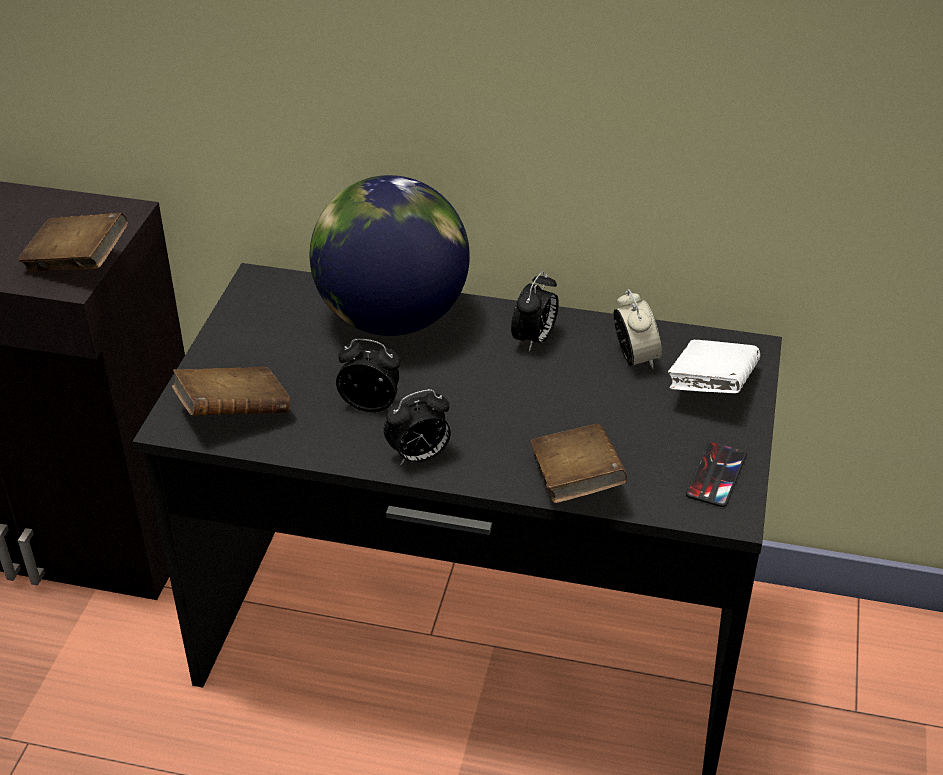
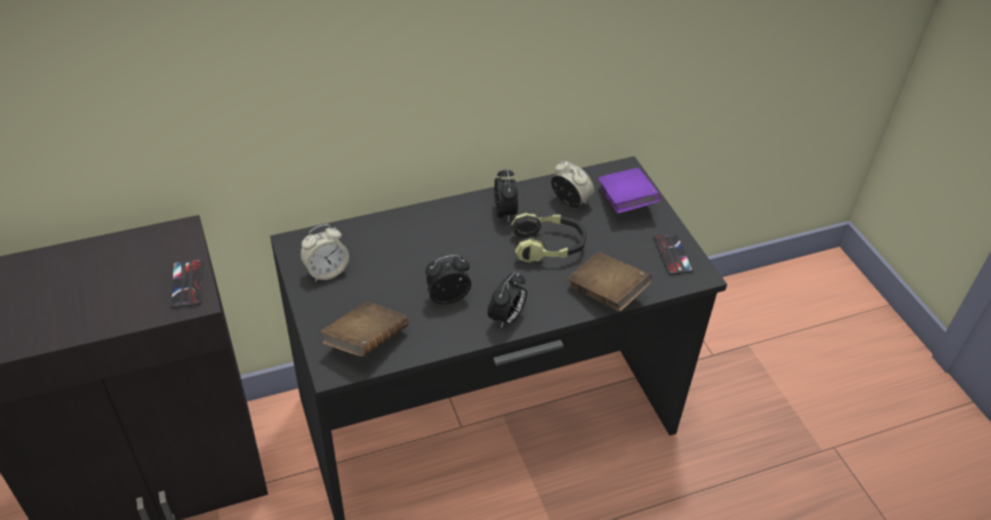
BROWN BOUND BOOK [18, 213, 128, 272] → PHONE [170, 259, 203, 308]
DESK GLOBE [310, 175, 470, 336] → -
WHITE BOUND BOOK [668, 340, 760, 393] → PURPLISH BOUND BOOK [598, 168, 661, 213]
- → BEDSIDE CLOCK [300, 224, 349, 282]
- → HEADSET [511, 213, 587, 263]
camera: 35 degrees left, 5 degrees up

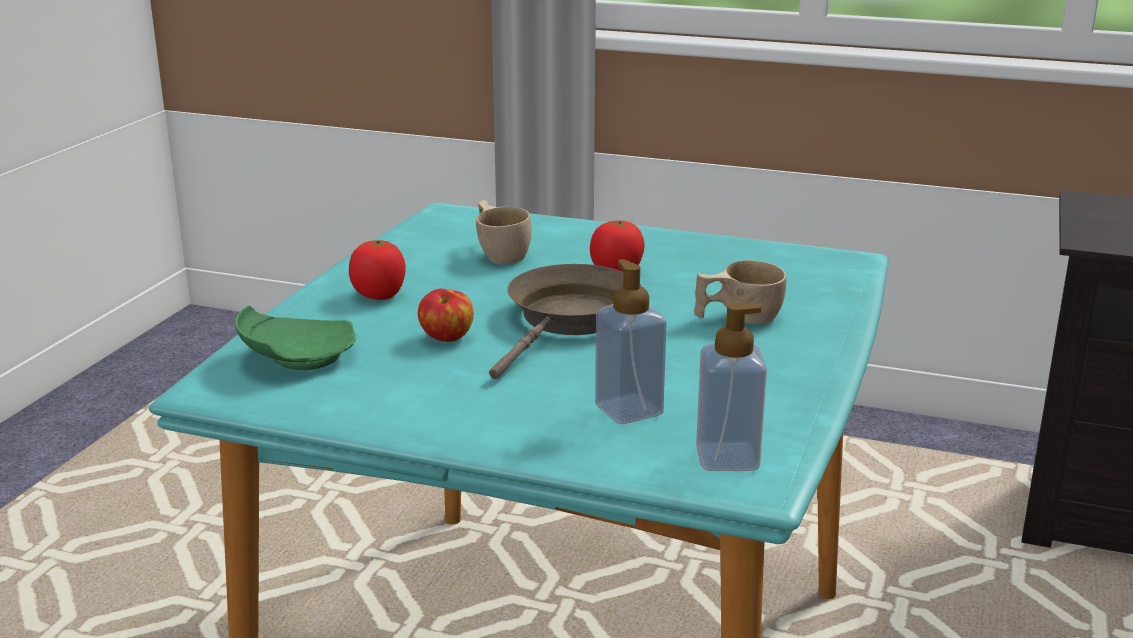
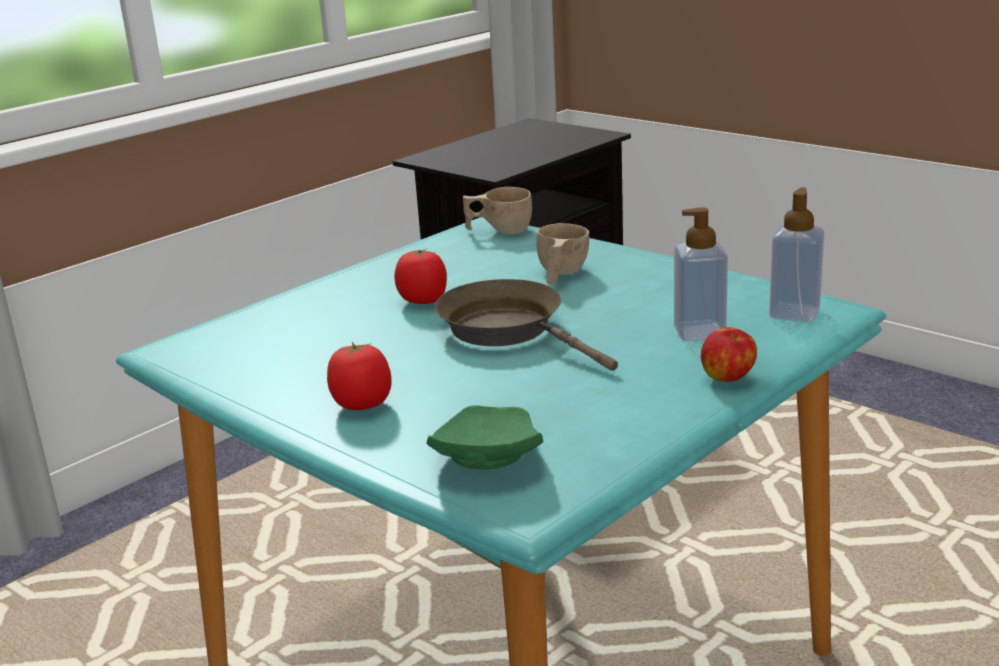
APPLE [418, 289, 474, 342] → APPLE [701, 327, 757, 382], shifted
BEIGE-COLOURED SMALL CUP [476, 200, 532, 265] → BEIGE-COLOURED SMALL CUP [463, 187, 532, 234], shifted
camera: 65 degrees left, 0 degrees up

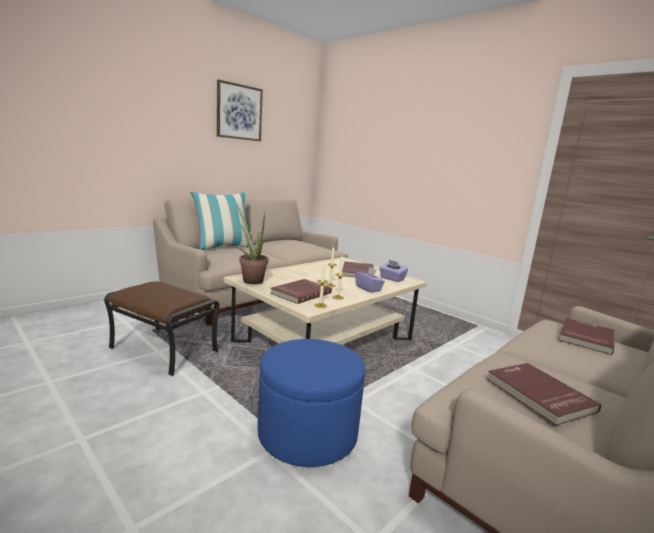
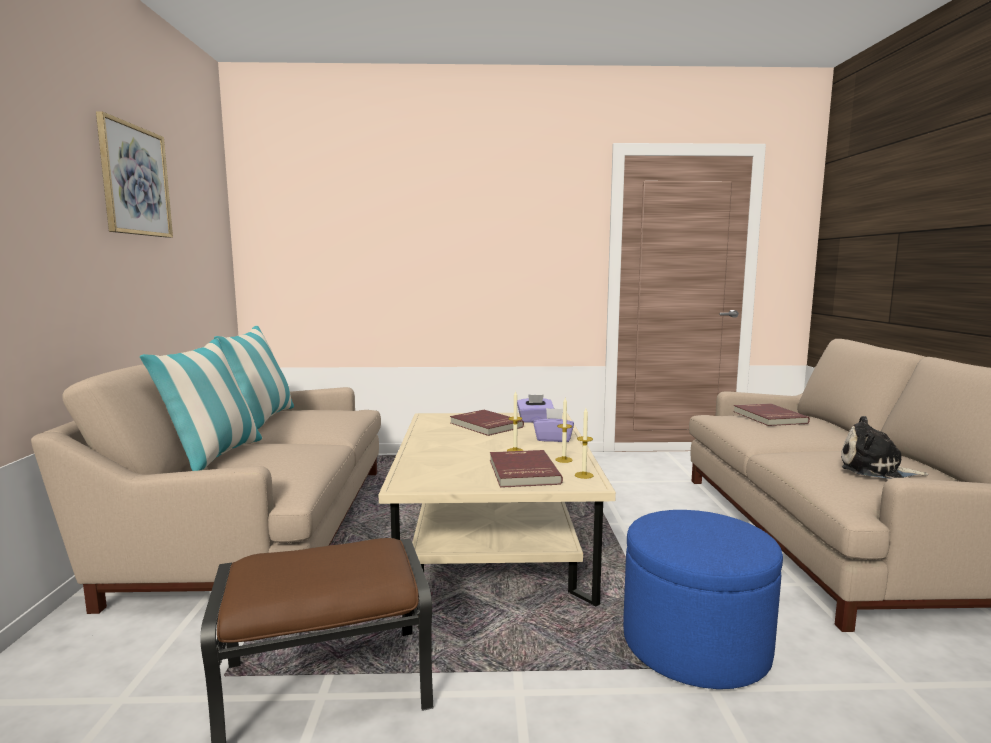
POTTED PLANT [236, 204, 268, 284] → -
REDDISH BOUND BOOK [487, 363, 601, 426] → SOFT TOY [841, 416, 928, 479]
- → THROW PILLOW [214, 326, 294, 429]
camera: 45 degrees left, 5 degrees down

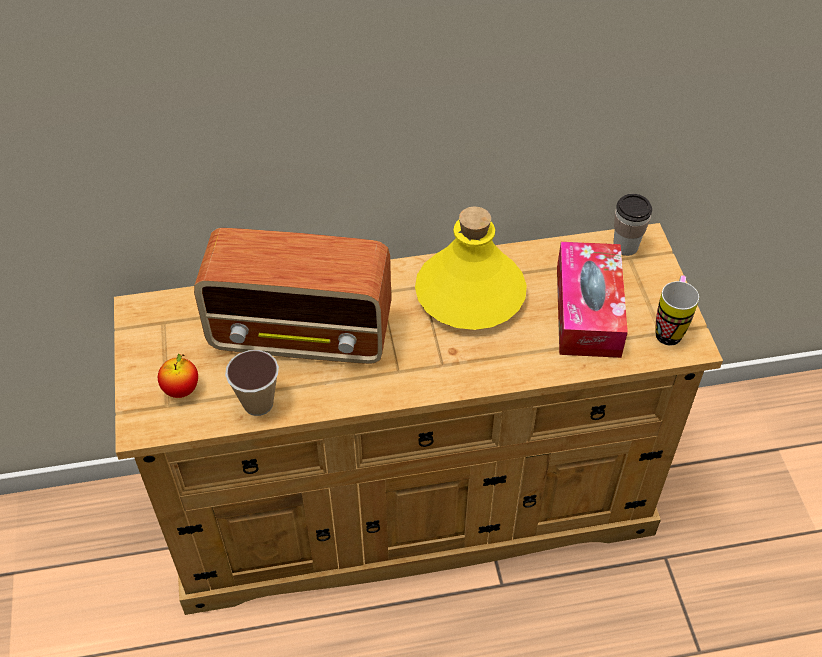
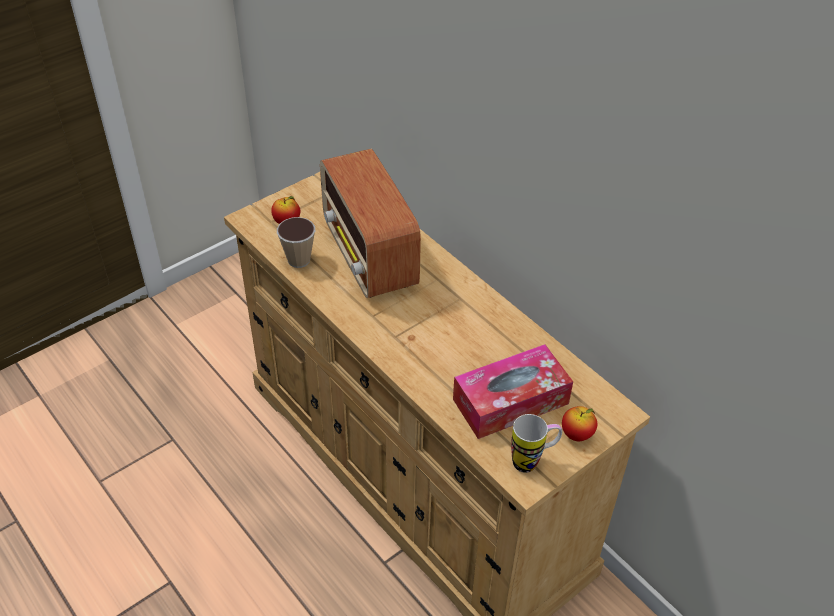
YELLOW BOTTLE [415, 207, 527, 330] → -
SMALL CUP [613, 194, 652, 256] → -
- → APPLE [562, 406, 597, 441]
camera: 60 degrees right, 5 degrees down

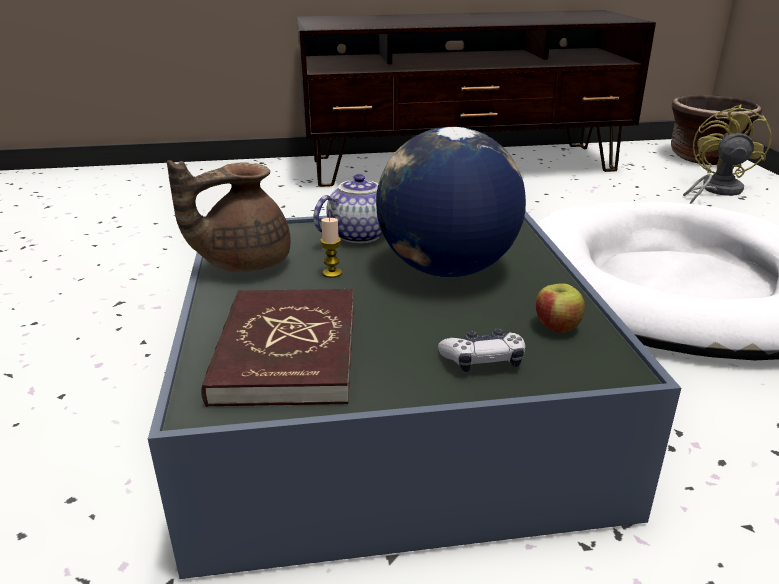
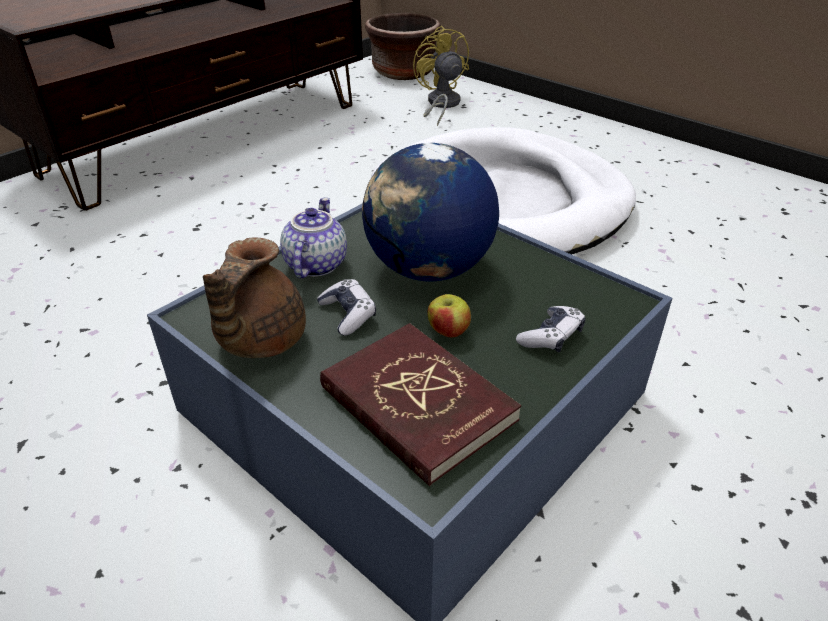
WAX CANDLE [320, 218, 342, 278] → JOYPAD [317, 279, 376, 336]
APPLE [535, 283, 585, 333] → APPLE [427, 294, 471, 338], shifted
camera: 40 degrees left, 10 degrees up

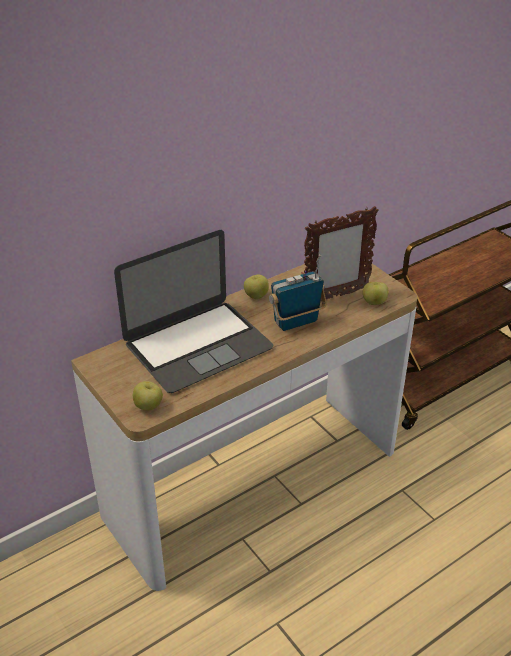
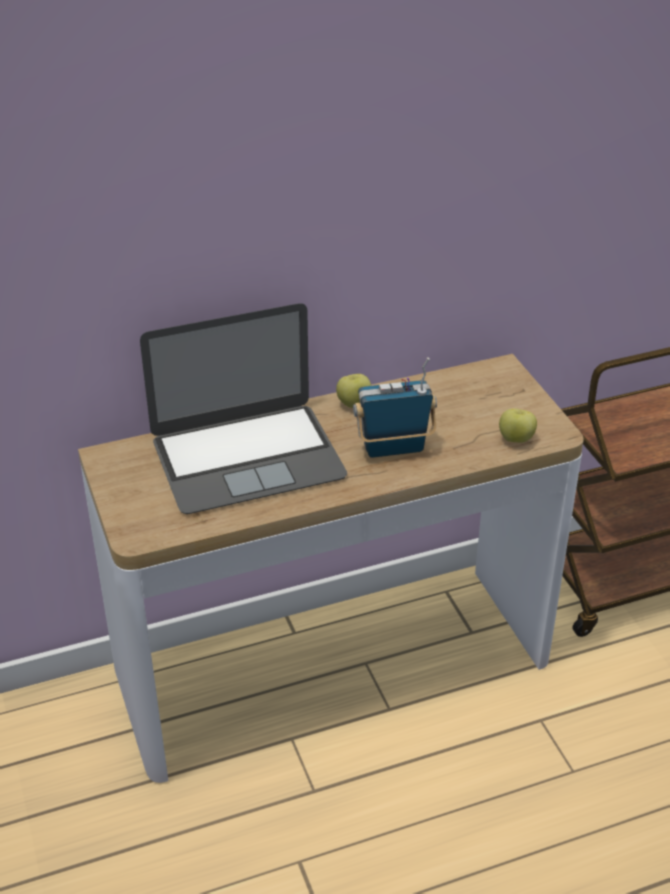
APPLE [133, 381, 163, 410] → -
PICTURE FRAME [304, 206, 379, 301] → -
camera: 15 degrees right, 0 degrees up

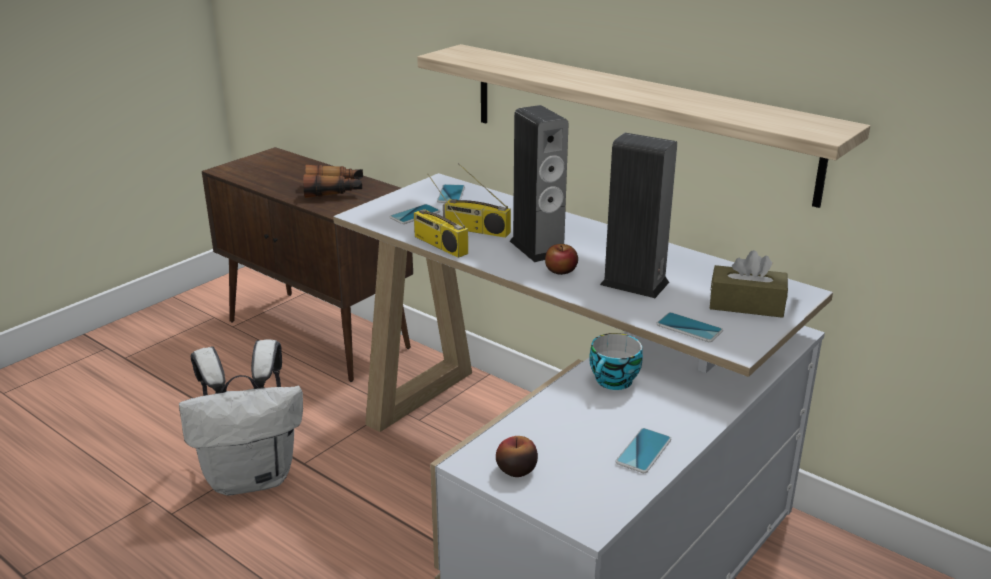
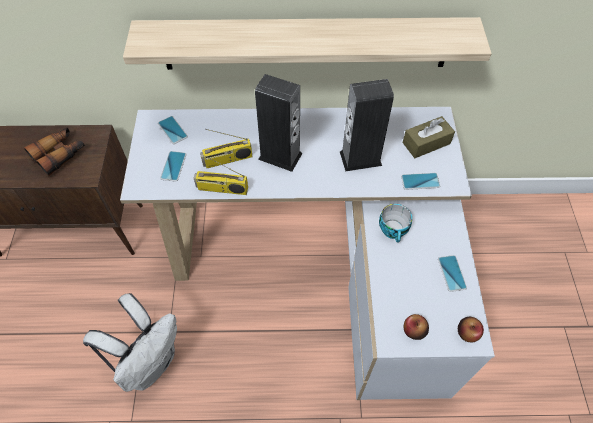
APPLE [545, 244, 578, 275] → APPLE [458, 317, 484, 342], shifted
camera: 40 degrees left, 30 degrees up

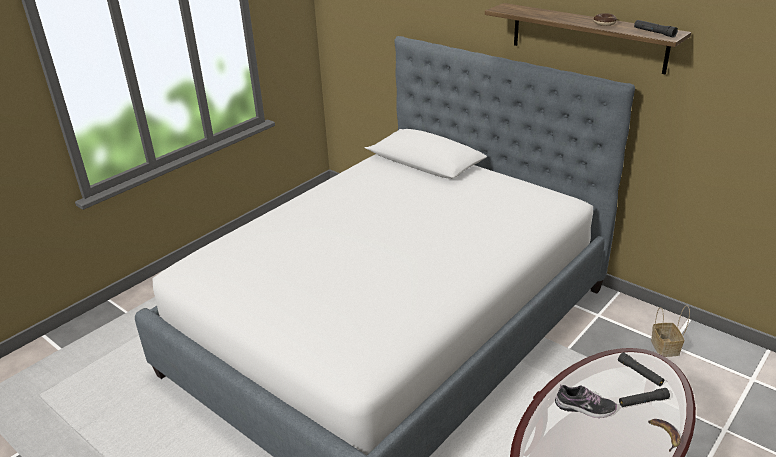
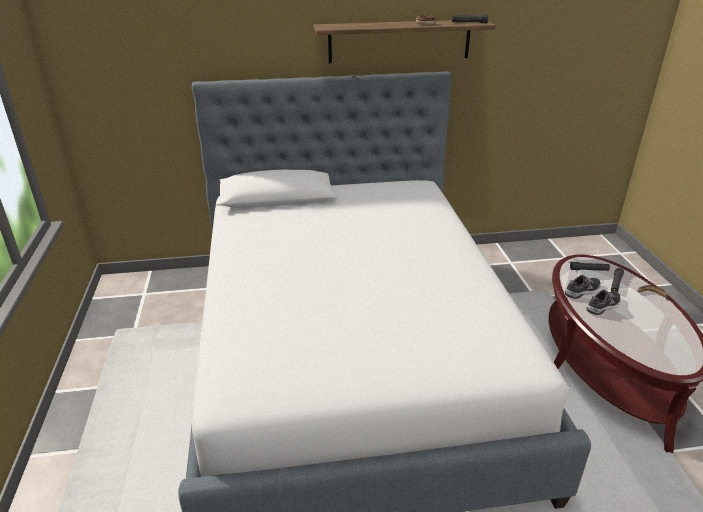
HOUSEHOLD BASKET [651, 305, 690, 357] → -
- → LOW SHOE [565, 275, 600, 299]
camera: 50 degrees left, 0 degrees up

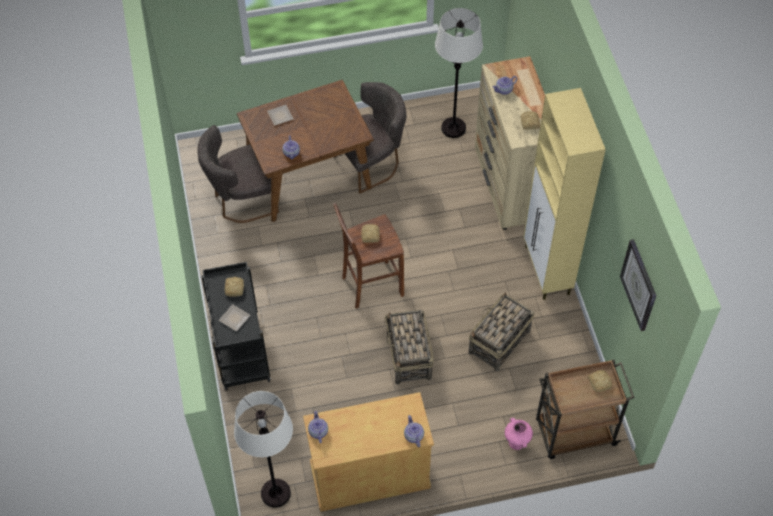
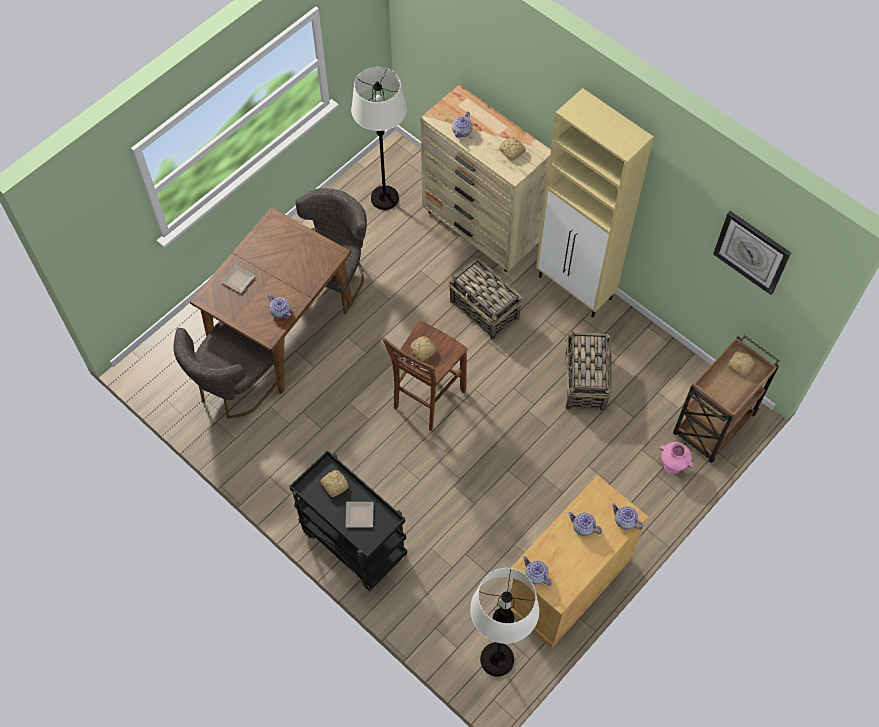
HOUSEHOLD BASKET [385, 310, 434, 384] → HOUSEHOLD BASKET [448, 259, 523, 340], shifted
- → TEAPOT [568, 512, 602, 536]
camera: 35 degrees left, 5 degrees up

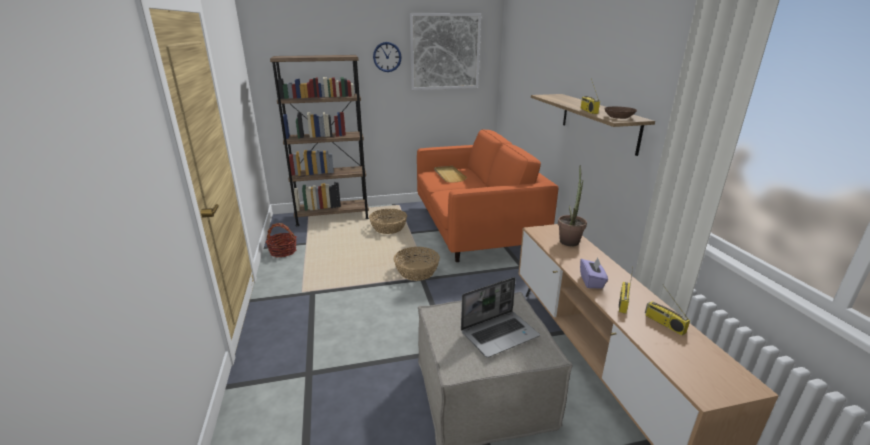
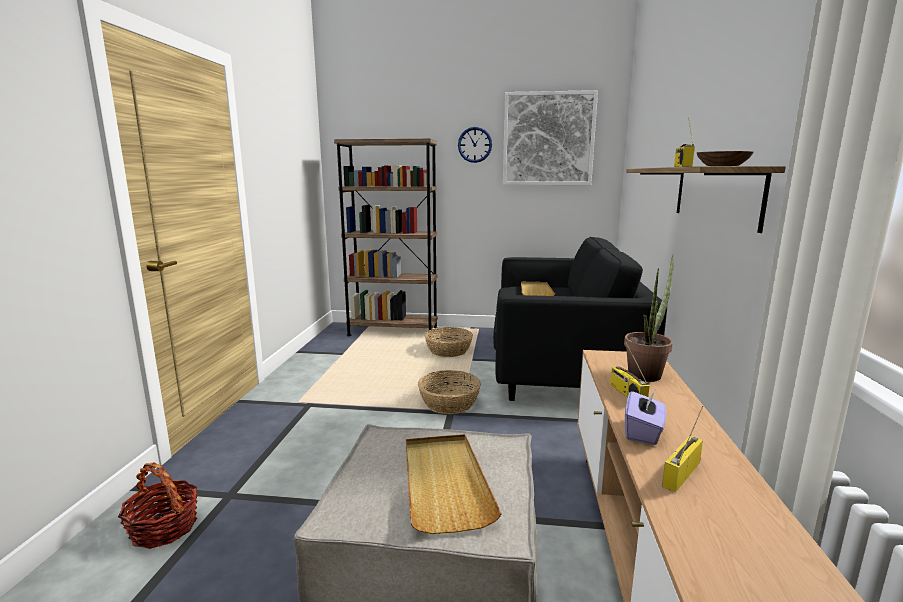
HOUSEHOLD BASKET [265, 223, 297, 257] → HOUSEHOLD BASKET [118, 463, 198, 549], shifted
ORANGE SETTEE [417, 129, 559, 262] → BLACK SETTEE [493, 237, 667, 401]
PORTABLE COMPUTER [461, 277, 540, 358] → BEIGE-COLOURED TRAY [406, 434, 502, 534]
RADIO RECEIVER [645, 285, 690, 336] → RADIO RECEIVER [610, 341, 649, 398], shifted
camera: 20 degrees right, 10 degrees down

